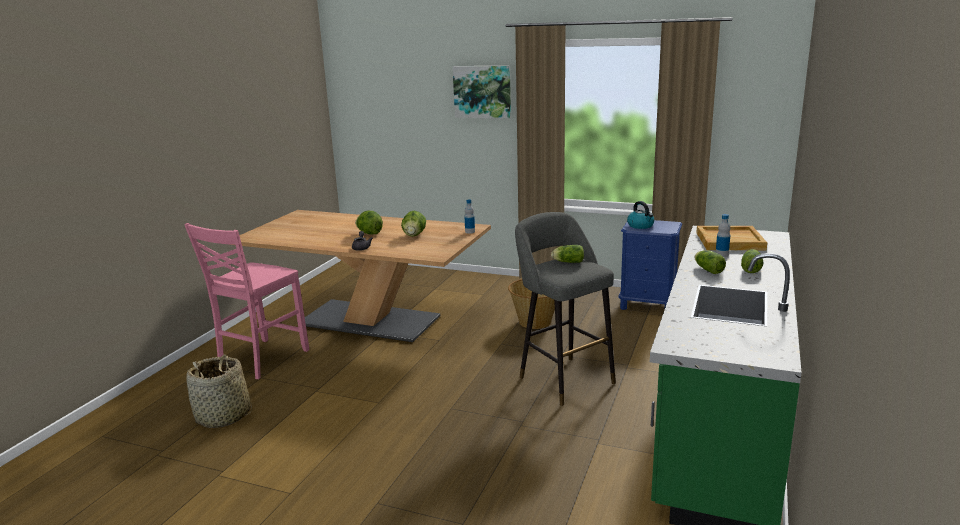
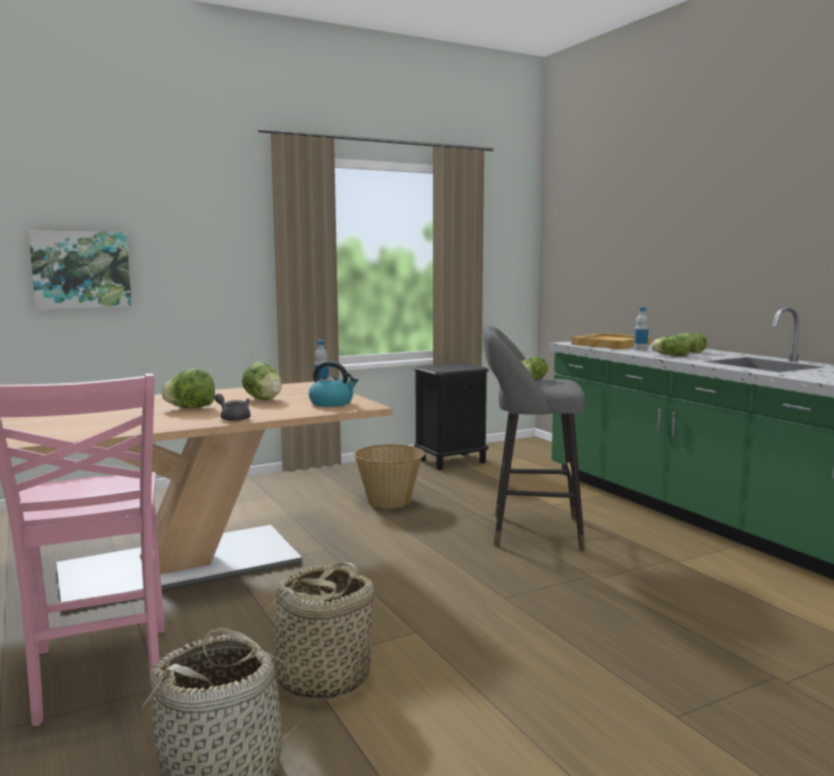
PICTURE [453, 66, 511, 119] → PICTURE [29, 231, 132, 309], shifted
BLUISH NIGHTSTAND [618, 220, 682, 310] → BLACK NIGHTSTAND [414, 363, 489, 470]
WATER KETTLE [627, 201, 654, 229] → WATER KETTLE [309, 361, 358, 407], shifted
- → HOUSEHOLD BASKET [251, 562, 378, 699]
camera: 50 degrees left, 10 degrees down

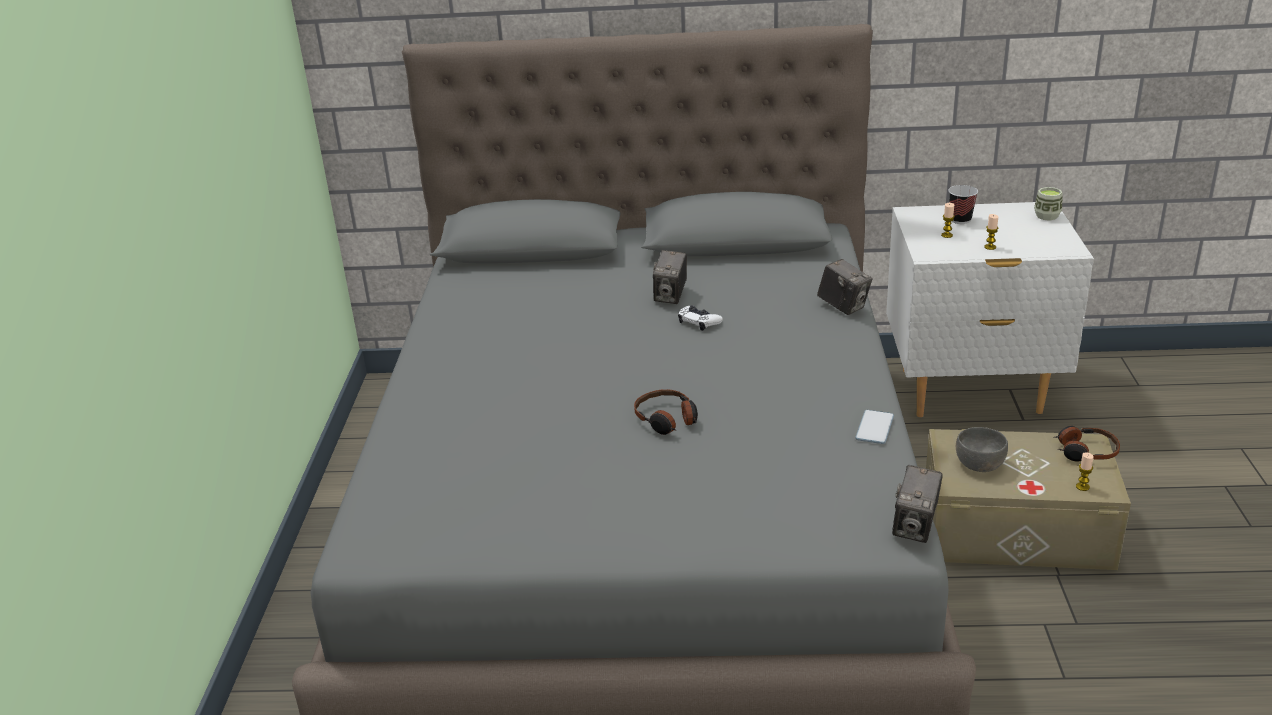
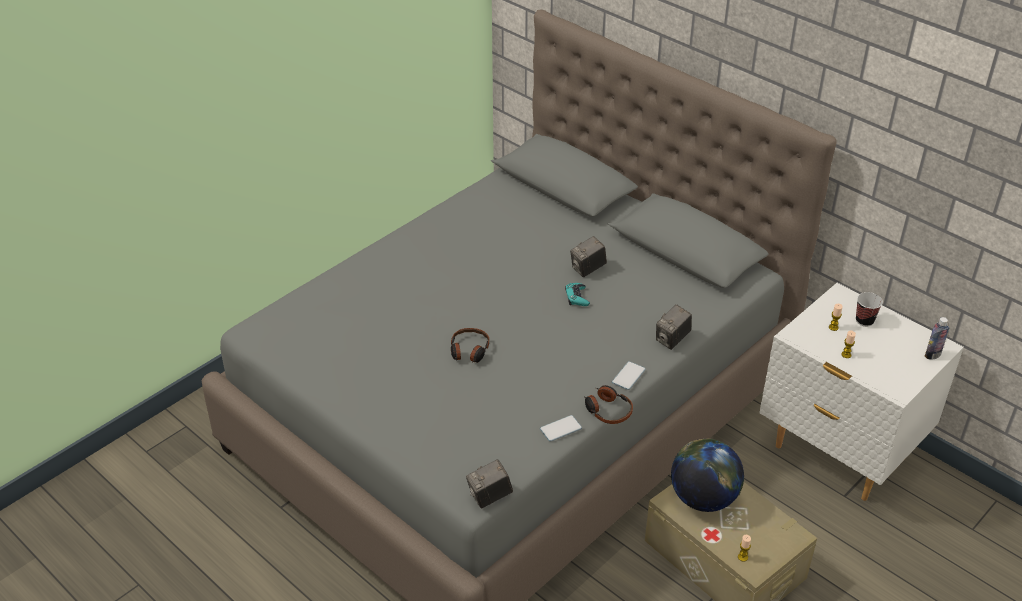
WHITE JOYPAD [678, 305, 723, 331] → TURQUOISE JOYPAD [565, 283, 590, 306]
PHOTO CAMERA [817, 259, 872, 315] → PHOTO CAMERA [656, 304, 692, 350], 45 degrees clockwise
GREYISH SERVING BOWL [956, 427, 1008, 472] → DESK GLOBE [671, 438, 744, 512]
SMALL CUP [1034, 187, 1063, 221] → BOTTLE [925, 317, 949, 359]
HEADSET [1053, 426, 1120, 462] → HEADSET [584, 385, 633, 424], shifted
- → PHONE [612, 361, 646, 390]
camera: 40 degrees right, 10 degrees up

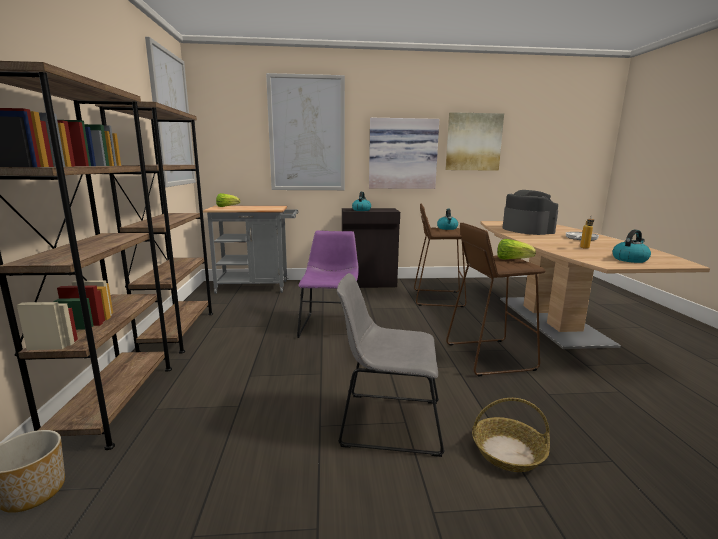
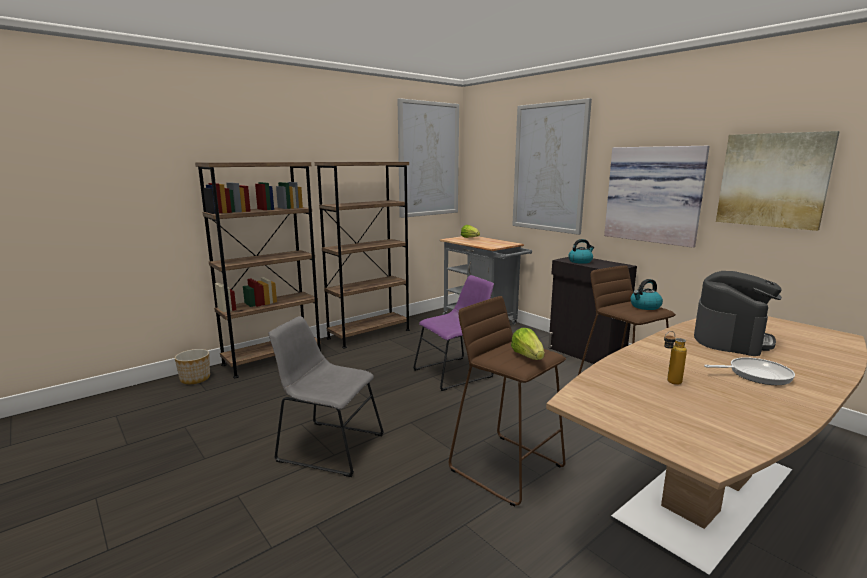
GREYISH PLAIN CHAIR [337, 273, 445, 457] → GREYISH PLAIN CHAIR [269, 316, 384, 477], 45 degrees counterclockwise
HOUSEHOLD BASKET [472, 398, 550, 472] → -
WATER KETTLE [613, 230, 651, 263] → -
camera: 55 degrees right, 0 degrees up

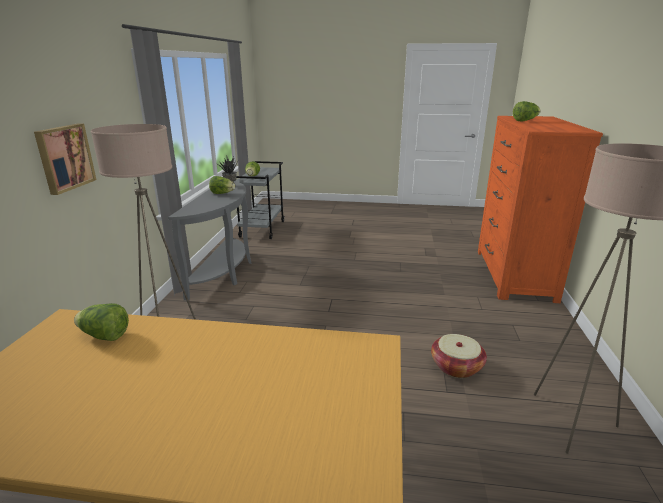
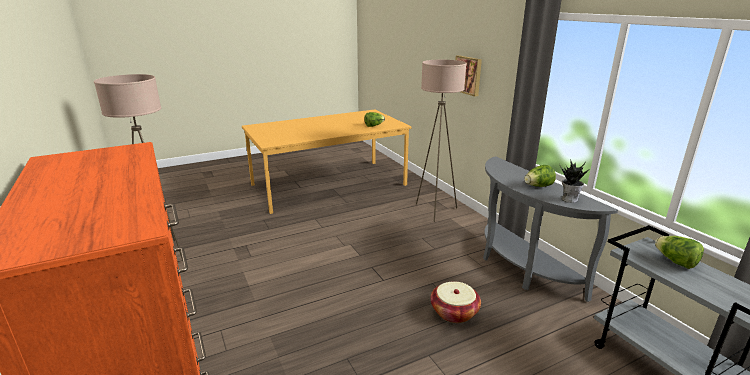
HOUSEHOLD BASKET [431, 334, 487, 378] → HOUSEHOLD BASKET [430, 282, 481, 323], shifted
LETTUCE [513, 101, 541, 121] → -
camera: 145 degrees right, 0 degrees up

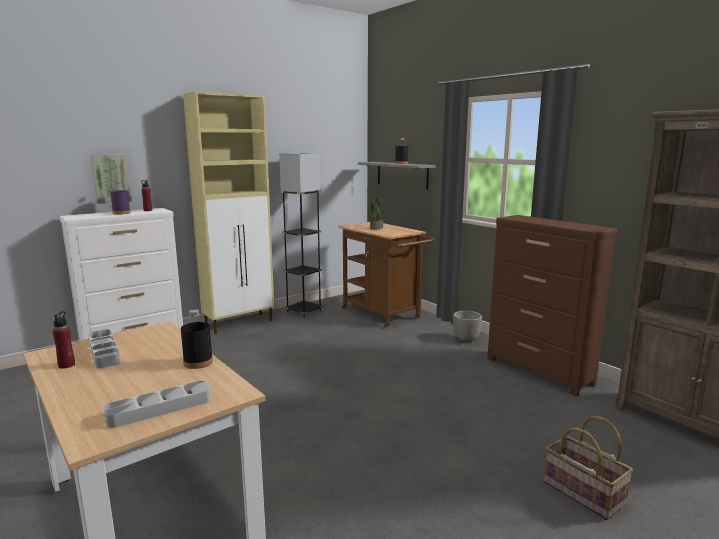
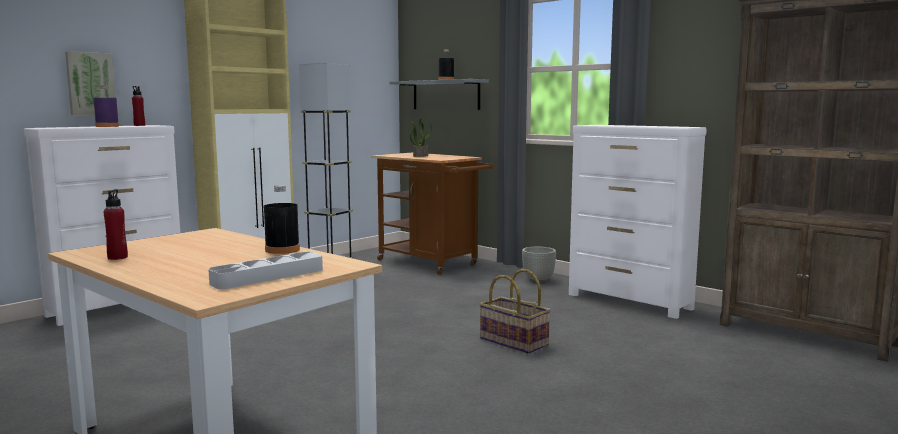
GREYISH TRAY [88, 329, 121, 368] → -
BROWN DRAWER CHEST [487, 215, 617, 397] → WHITE DRAWER CHEST [569, 125, 707, 319]
HOUSEHOLD BASKET [544, 416, 633, 520] → HOUSEHOLD BASKET [479, 269, 551, 354], shifted
camera: 10 degrees left, 5 degrees down

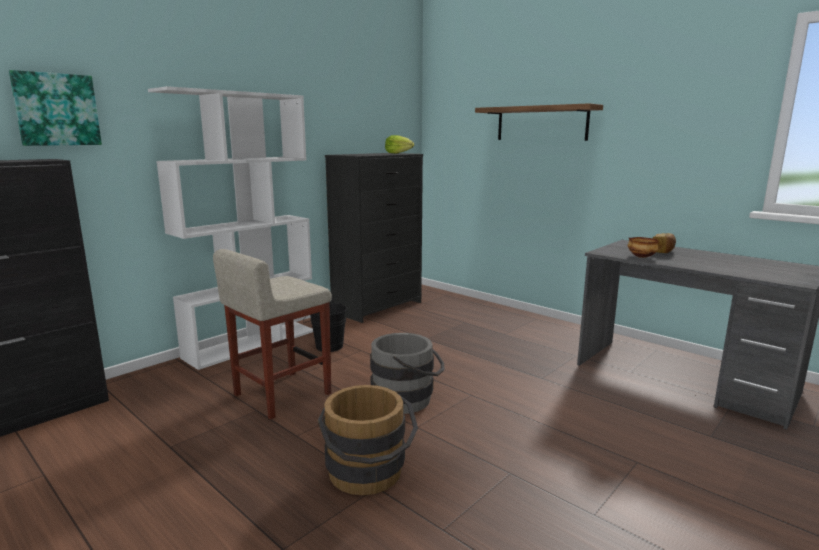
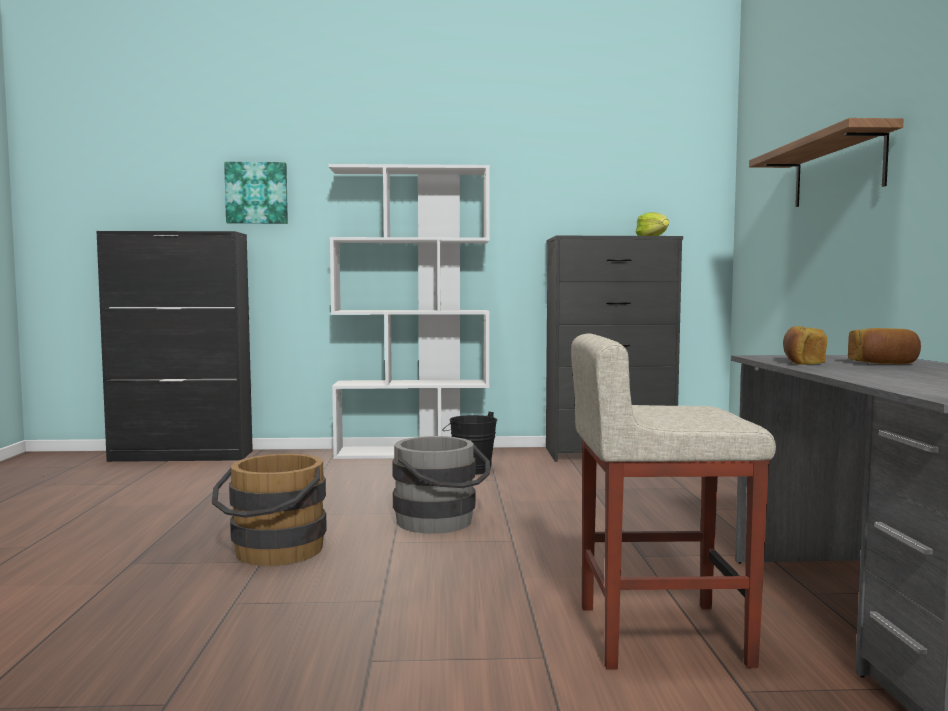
BEIGE-COLOURED SITTING STOOL [213, 249, 332, 420] → BEIGE-COLOURED SITTING STOOL [571, 334, 776, 670], shifted
SERVING BOWL [627, 237, 659, 258] → BAKED BREAD [783, 326, 827, 365]
camera: 45 degrees right, 10 degrees down

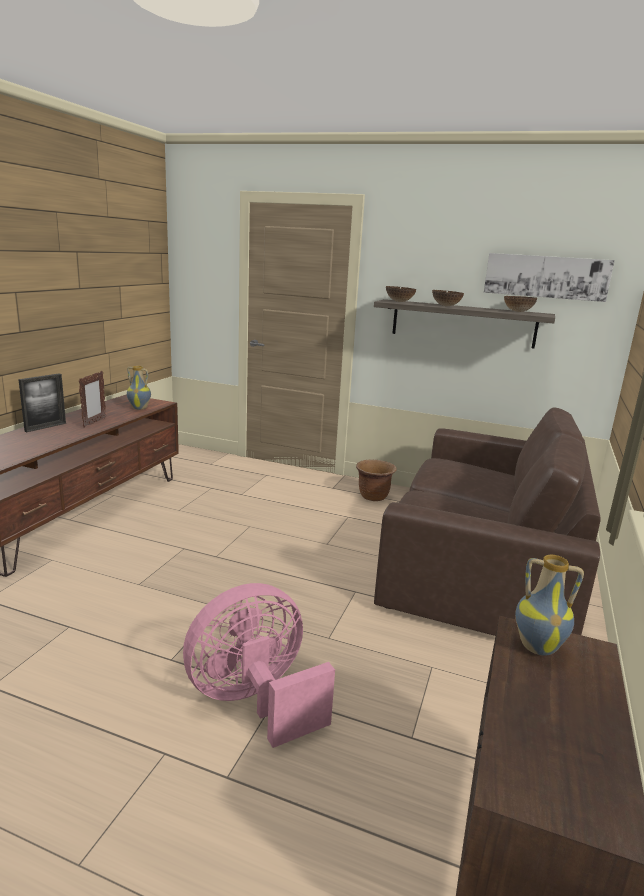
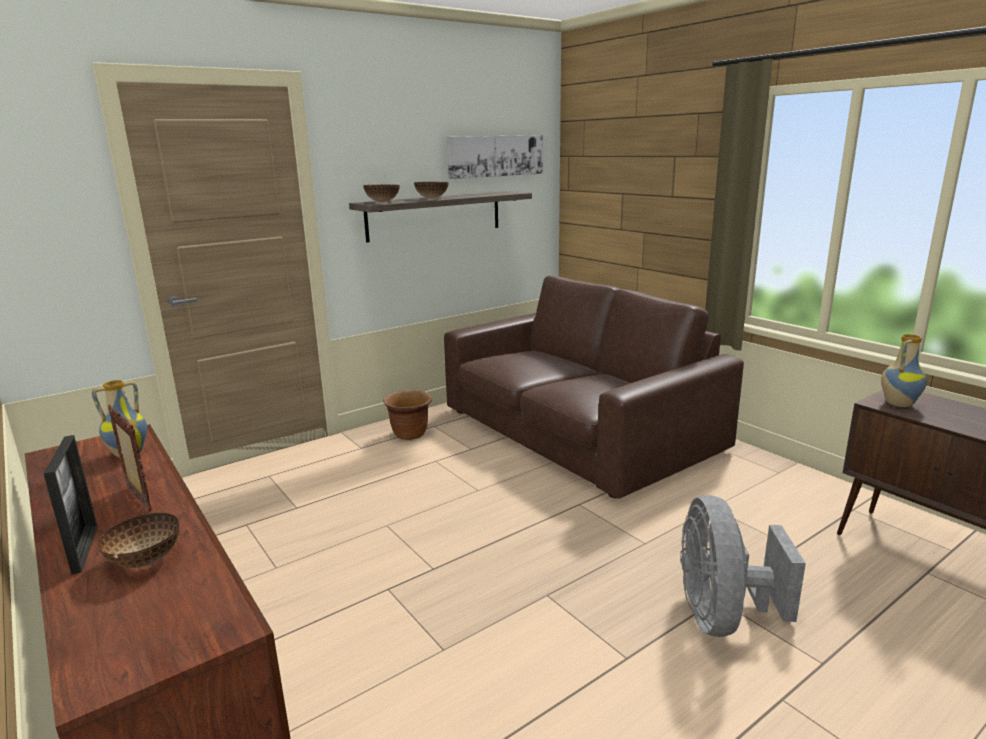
PINKISH FAN [183, 583, 335, 748] → GREYISH FAN [680, 495, 806, 637]
SERVING BOWL [504, 296, 537, 312] → SERVING BOWL [98, 512, 180, 568], shifted
camera: 55 degrees left, 0 degrees up

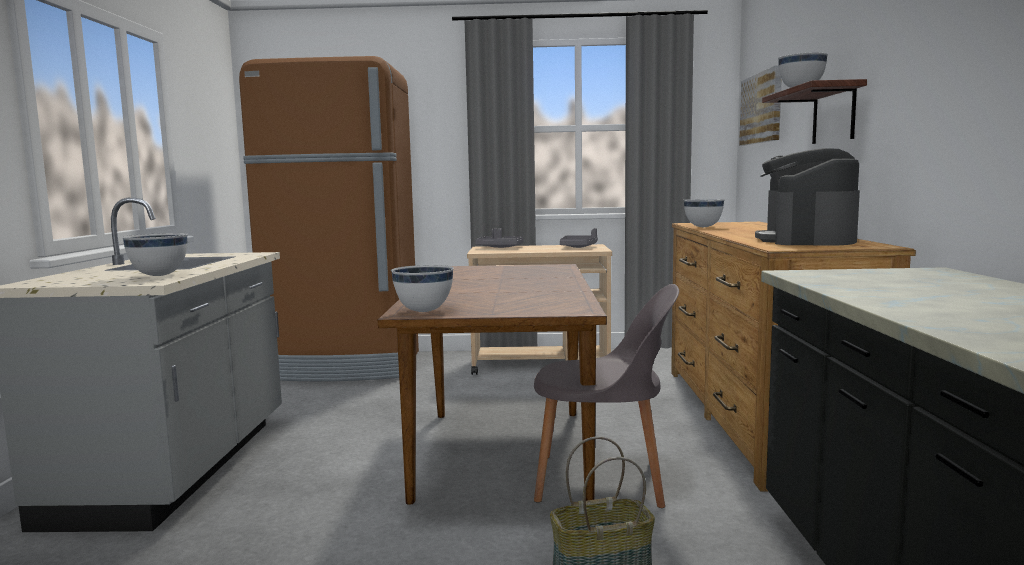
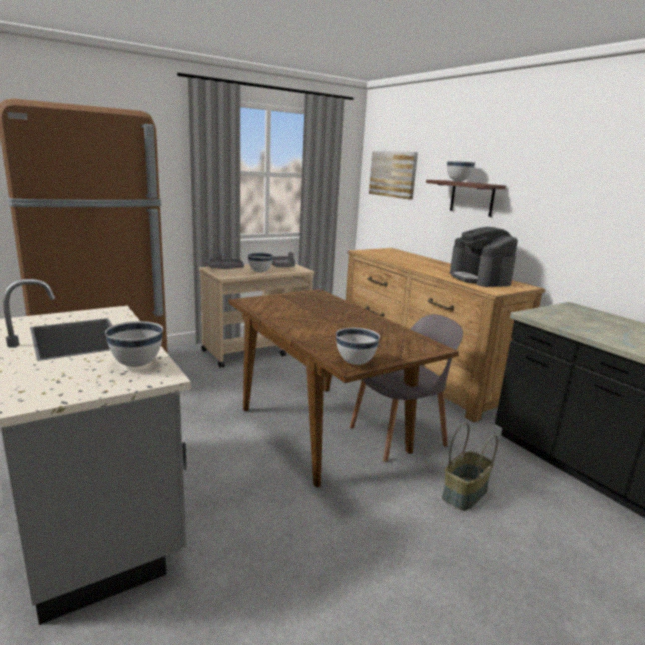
WHITE SERVING BOWL [684, 199, 725, 227] → WHITE SERVING BOWL [247, 252, 273, 273], shifted
camera: 35 degrees left, 10 degrees up

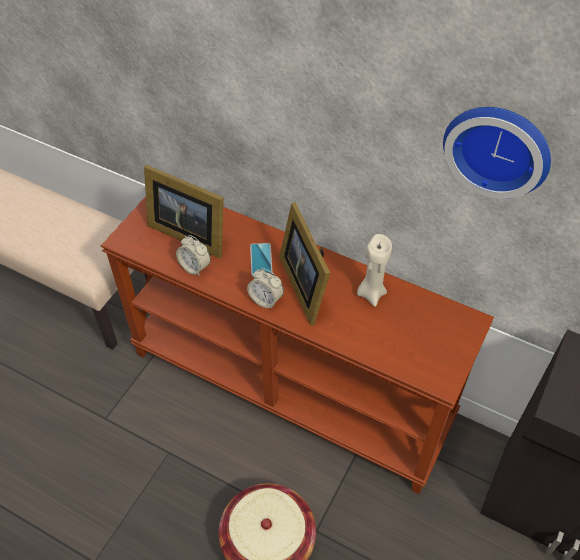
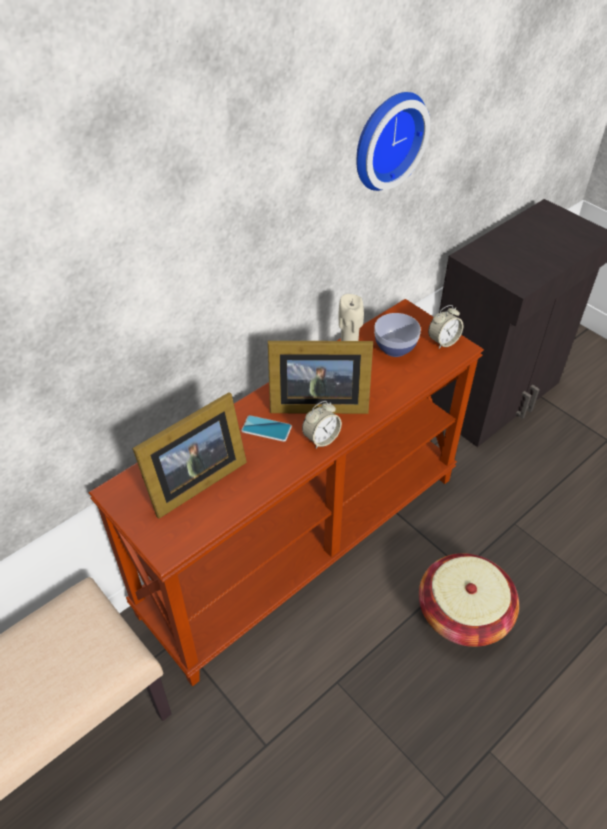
BEDSIDE CLOCK [176, 235, 211, 276] → BEDSIDE CLOCK [428, 305, 463, 349], shifted
- → SERVING BOWL [374, 313, 421, 357]
camera: 70 degrees left, 5 degrees down

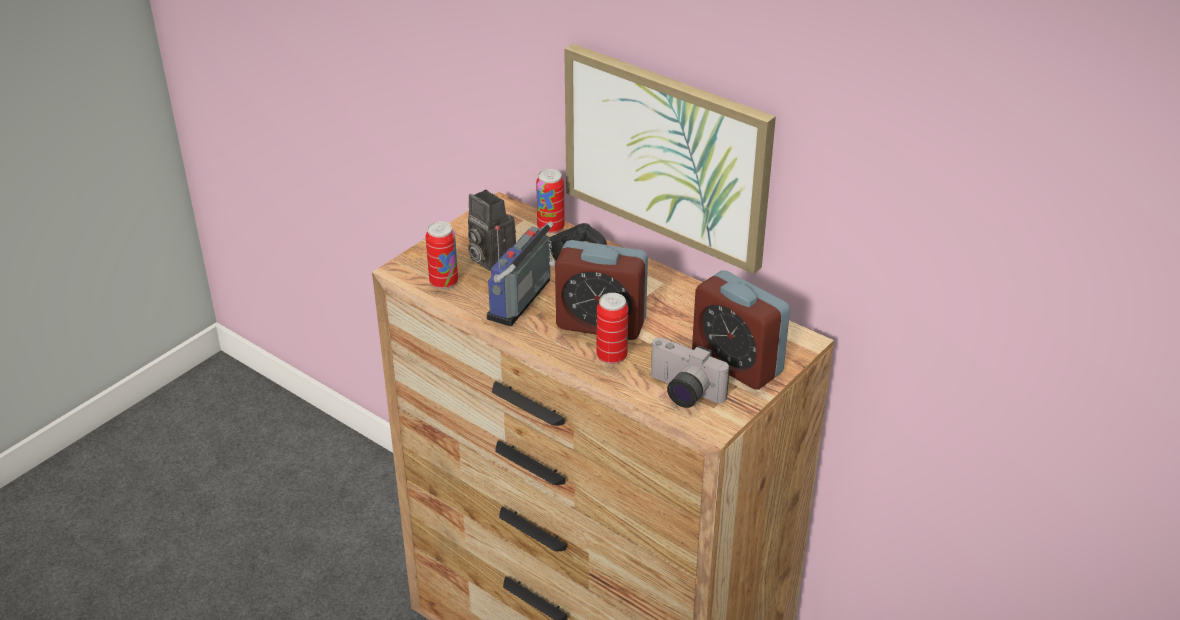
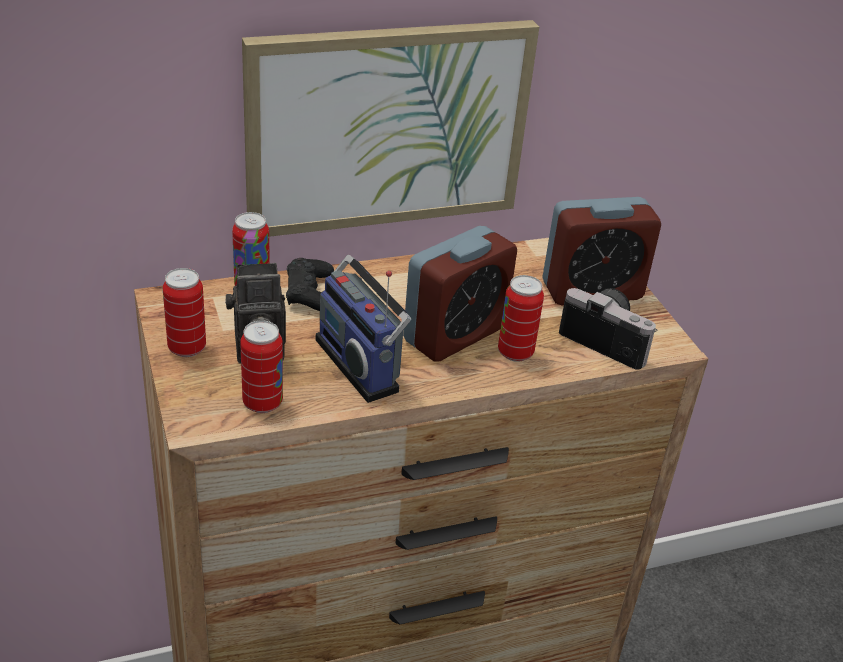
PHOTO CAMERA [650, 338, 729, 408] → PHOTO CAMERA [559, 288, 657, 370], 120 degrees counterclockwise
- → SEALED CAN [163, 268, 206, 357]
camera: 60 degrees left, 0 degrees up

